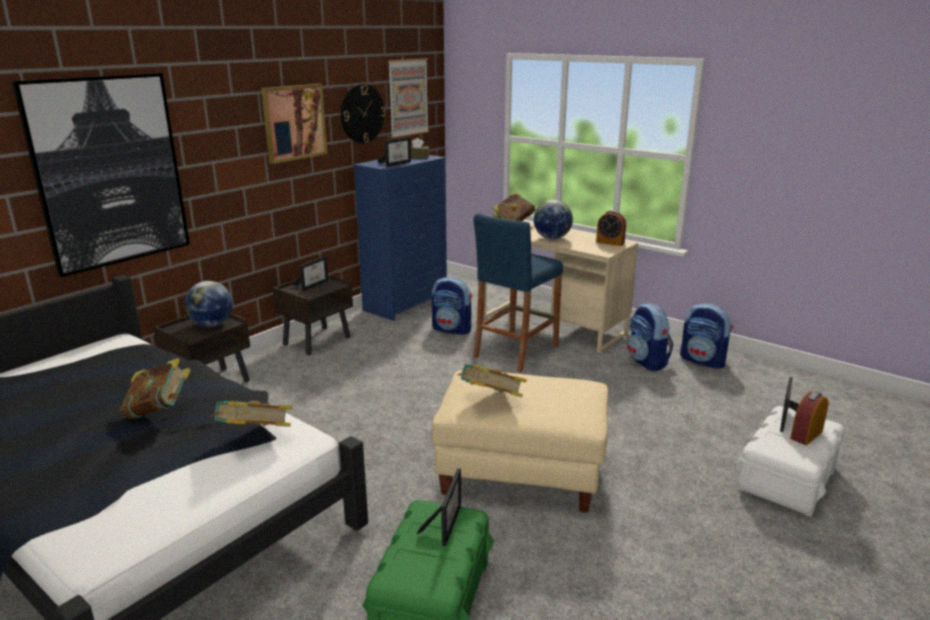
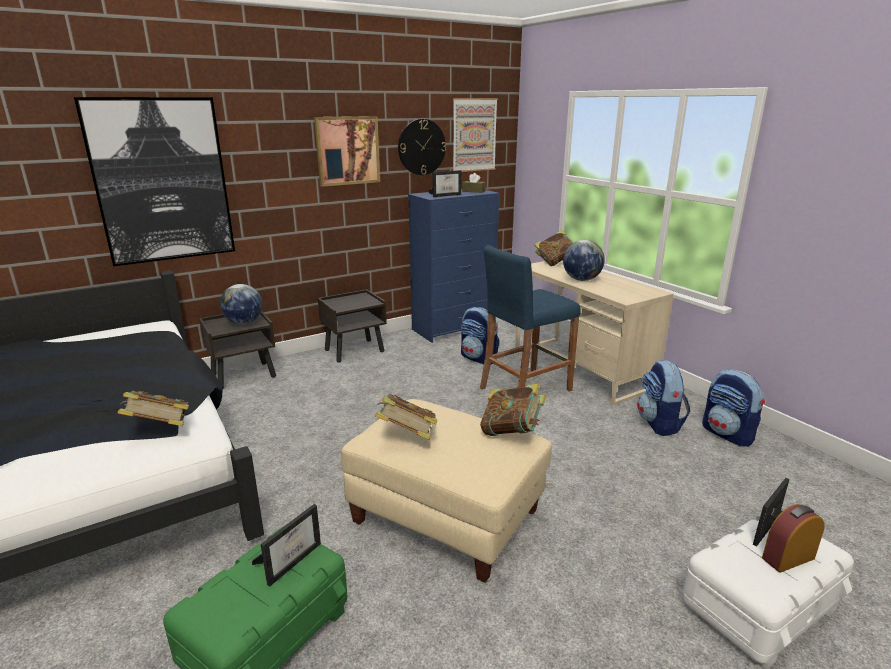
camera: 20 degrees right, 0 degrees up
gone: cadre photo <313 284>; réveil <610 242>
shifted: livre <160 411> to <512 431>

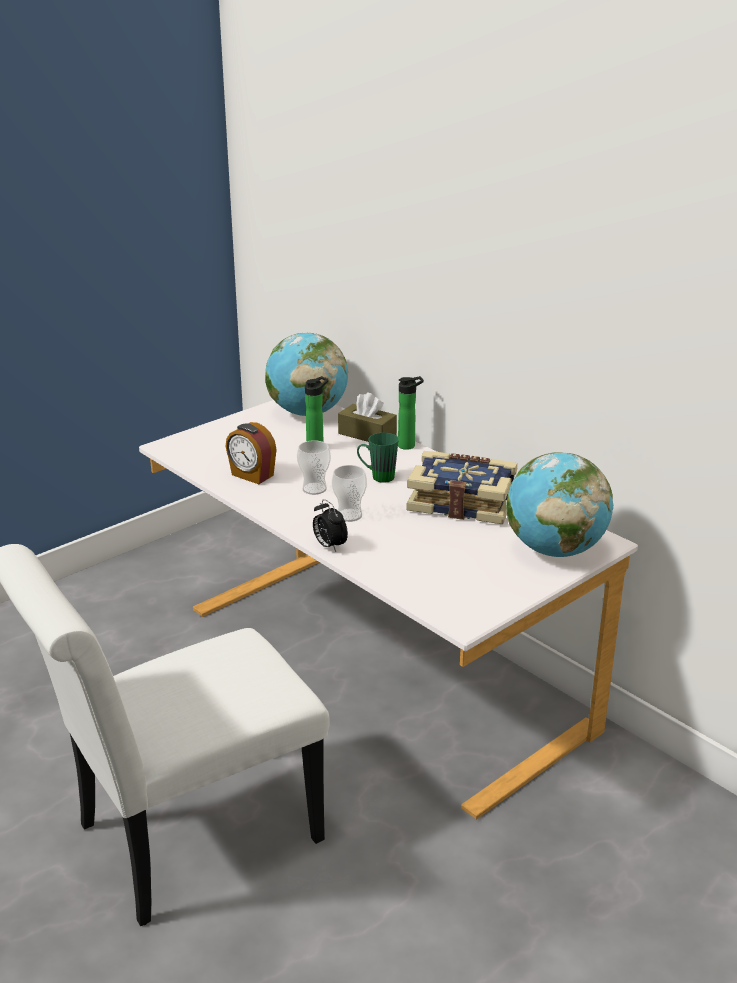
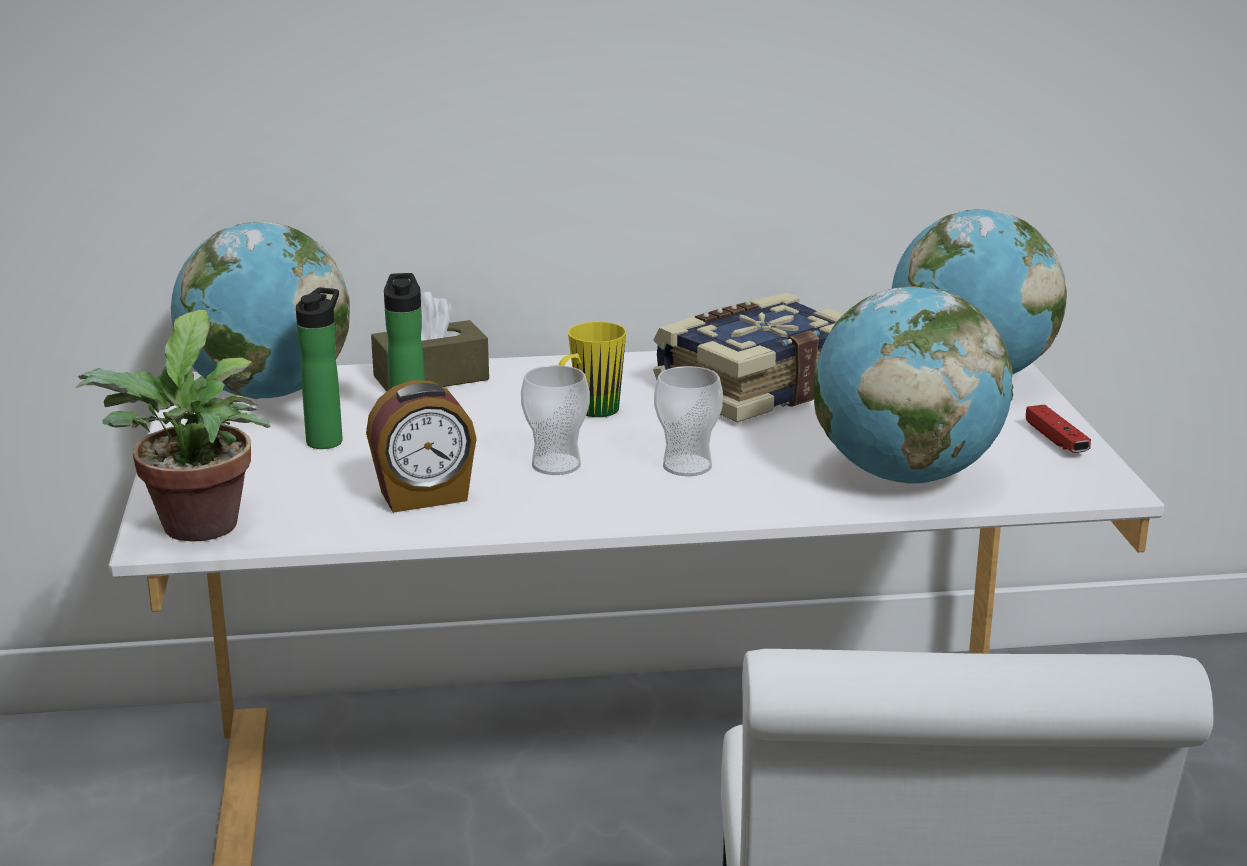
camera: 55 degrees left, 5 degrees down
gone: réveil <329 546>
new: plante en pot <195 530>; globe <905 475>; manette [rouge] <1056 440>
shifted: bouteille <409 445> to <327 440>
repainted: mug [vert] <377 477> to mug [jaune] <589 412>

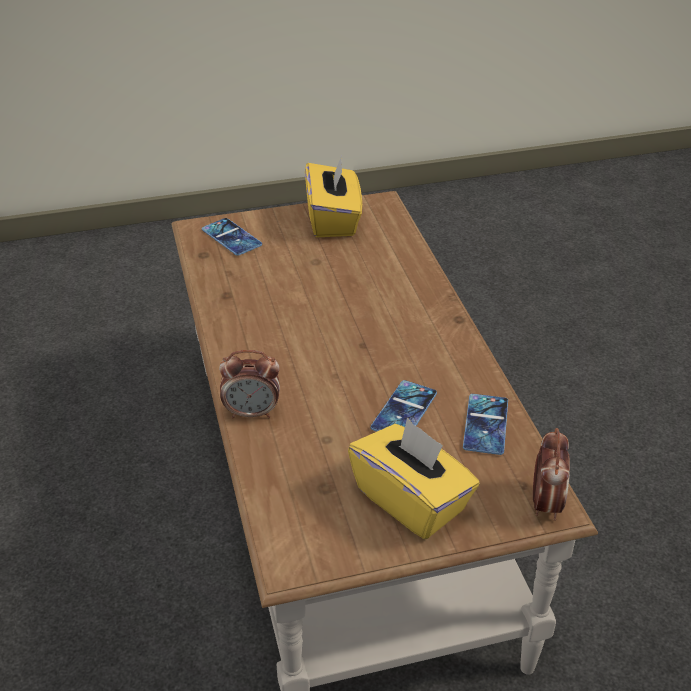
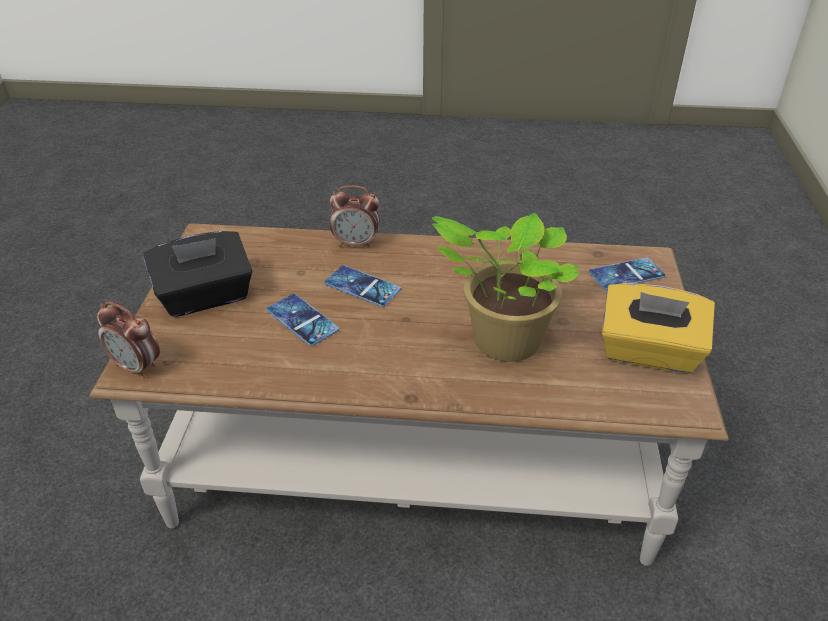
camera: 110 degrees right, 0 degrees up
new: plante en pot <501 342>
shifted: téléphone <485 424> to <362 286>
repainted: boîte à mouchoirs [jaune] <411 500> to boîte à mouchoirs [noir] <205 297>
rotated: réveil <252 412> = <356 244> 105 degrees counterclockwise

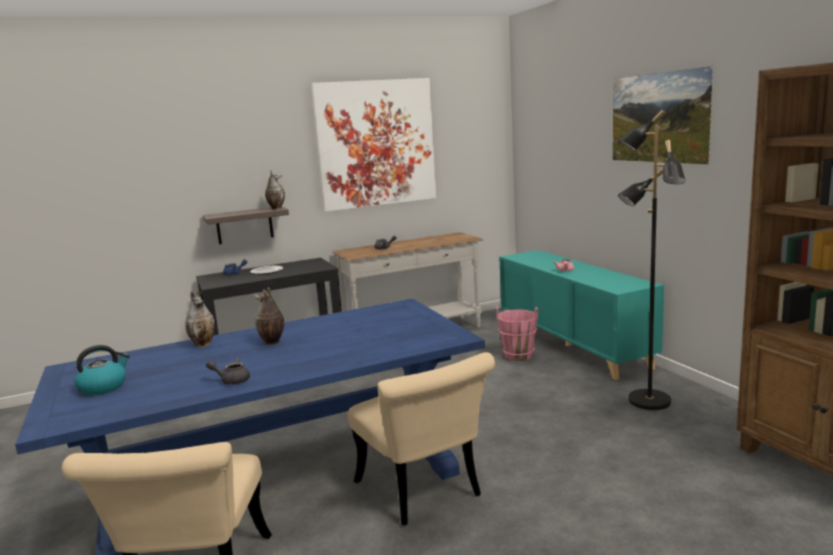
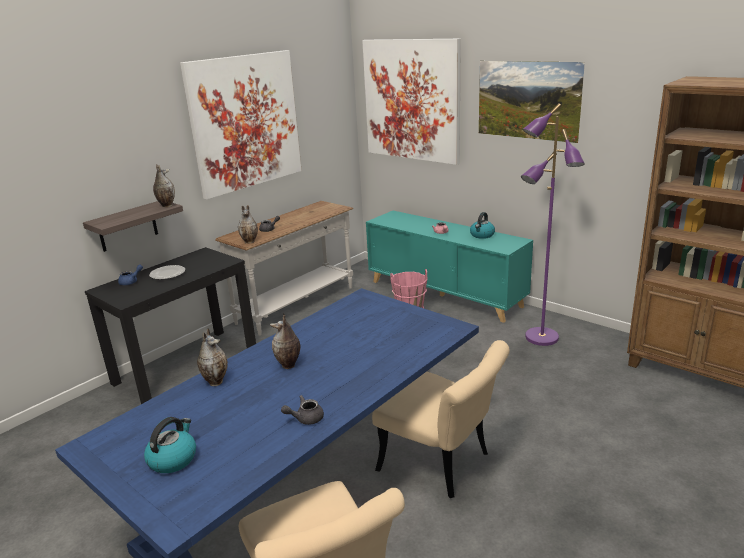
camera: 25 degrees left, 10 degrees up
new: vase <250 241>; tableau <411 100>; bouilloire <482 235>
repainted: lampadaire [noir] <648 401> to lampadaire [violet] <541 338>

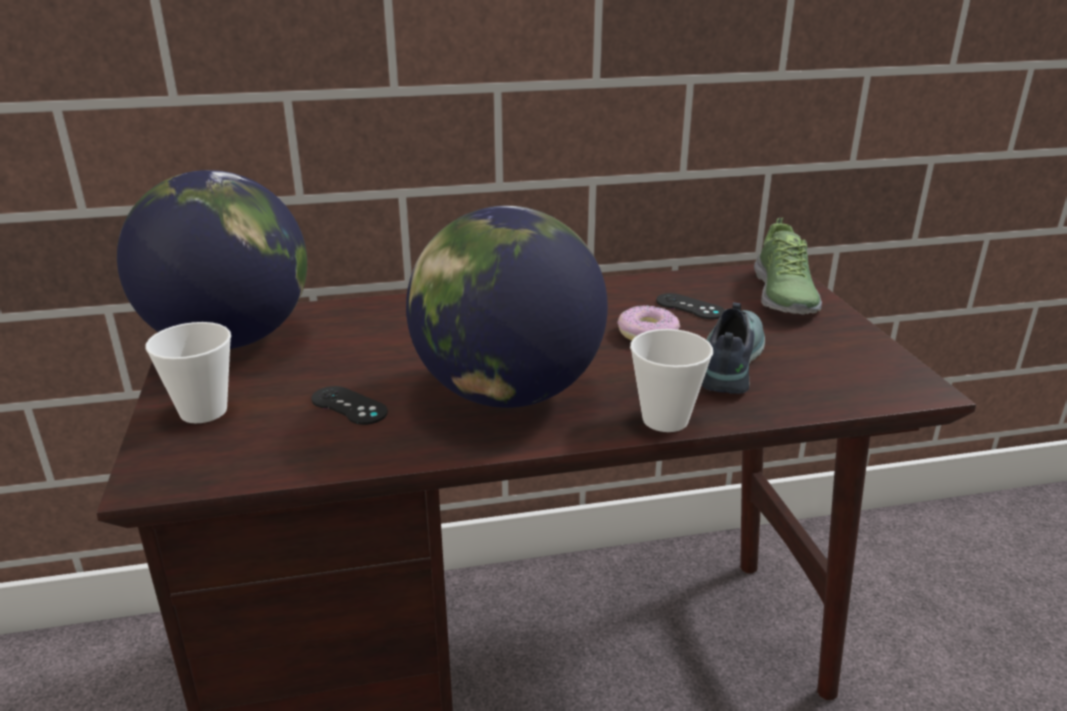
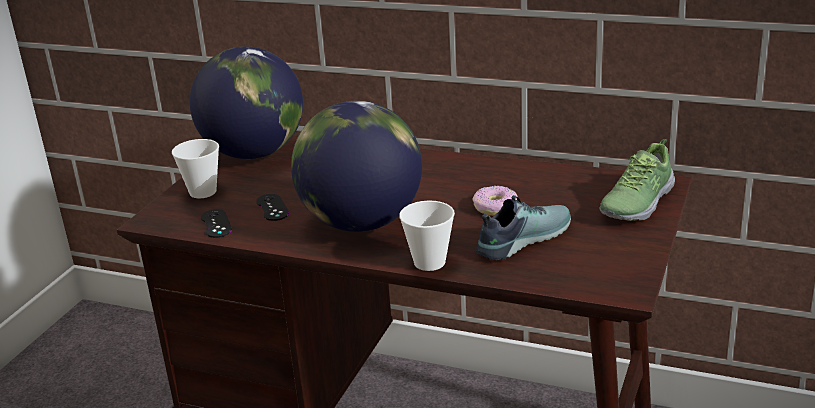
camera: 35 degrees right, 0 degrees up
shifted: manette [noir] <690 307> to <216 224>

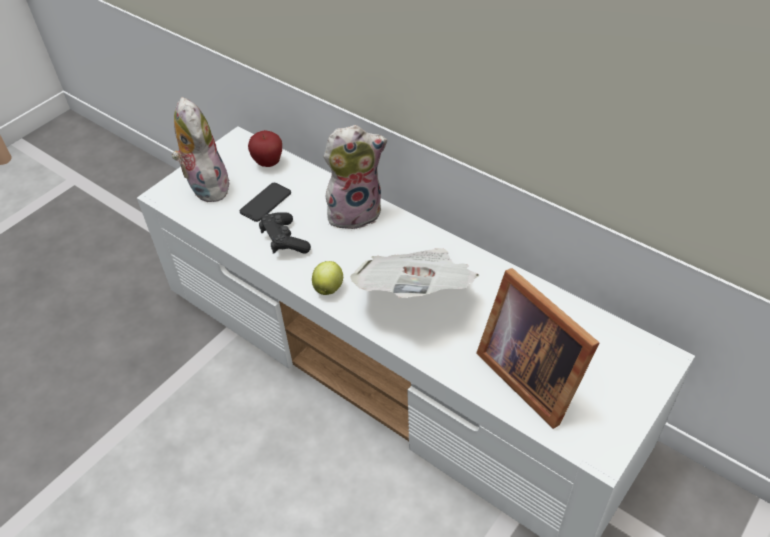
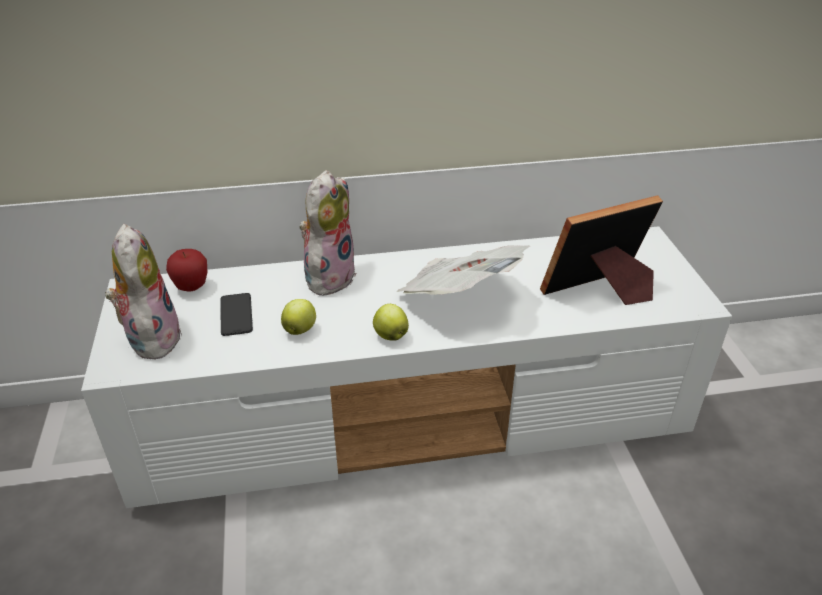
camera: 50 degrees left, 10 degrees down
swapped: manette [noir] <284 241> to pomme <300 329>
rotated: peluche <205 186> = <151 337> 60 degrees clockwise; cadre photo <530 373> = <600 291> 150 degrees clockwise

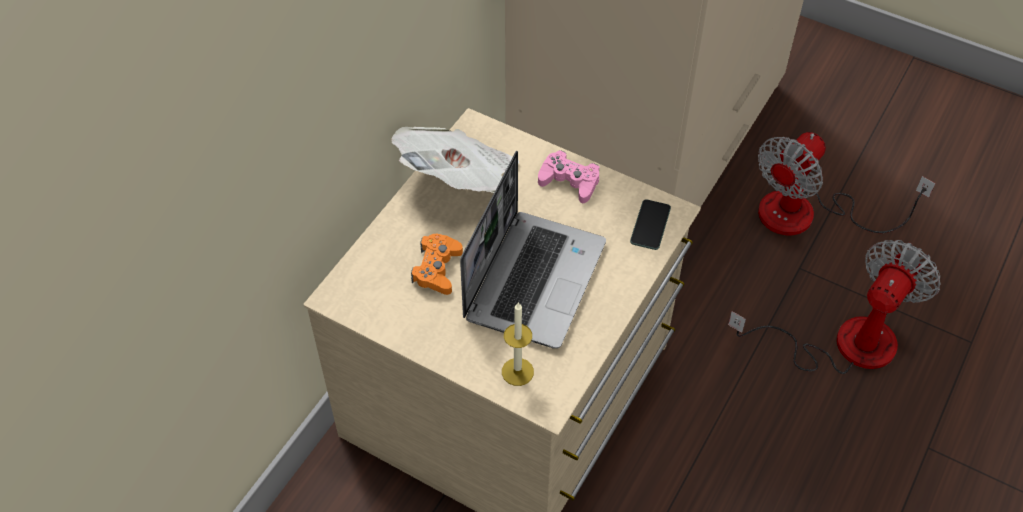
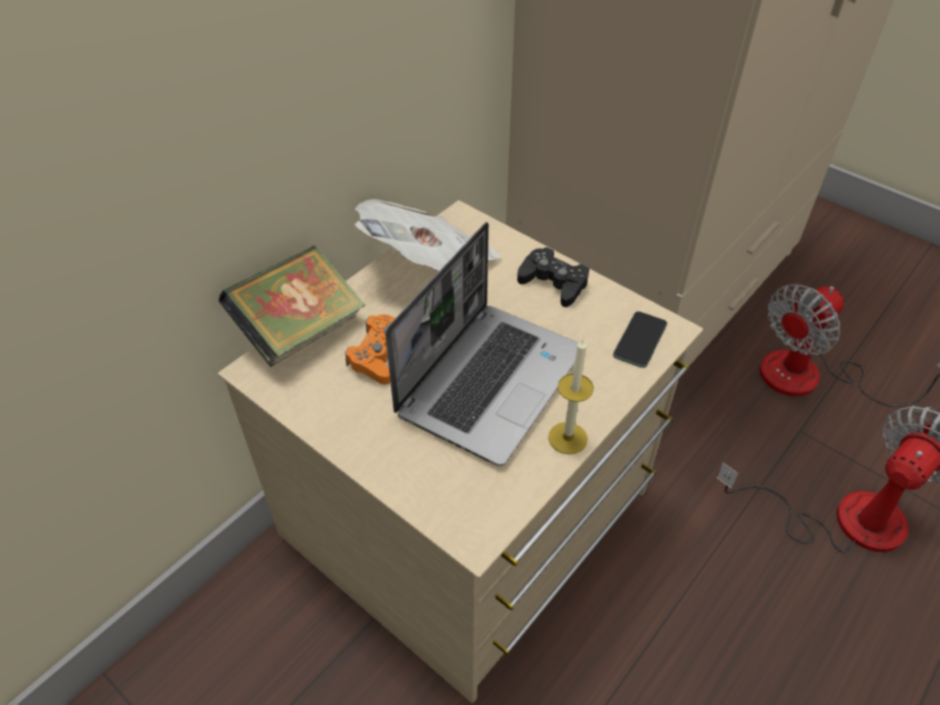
camera: 10 degrees right, 5 degrees down
new: livre <300 331>
shifted: bougie <517 371> to <567 438>
repainted: manette [rose] <569 181> to manette [noir] <553 283>

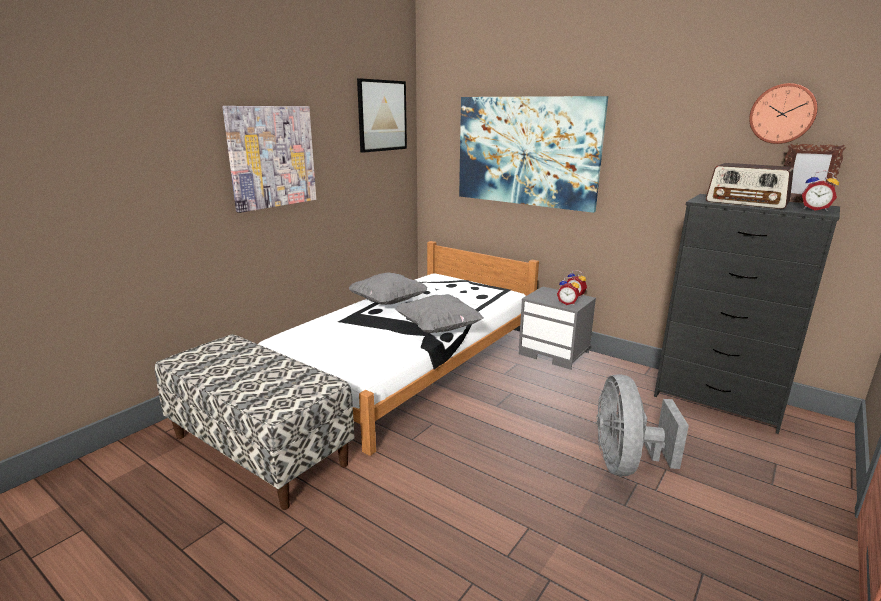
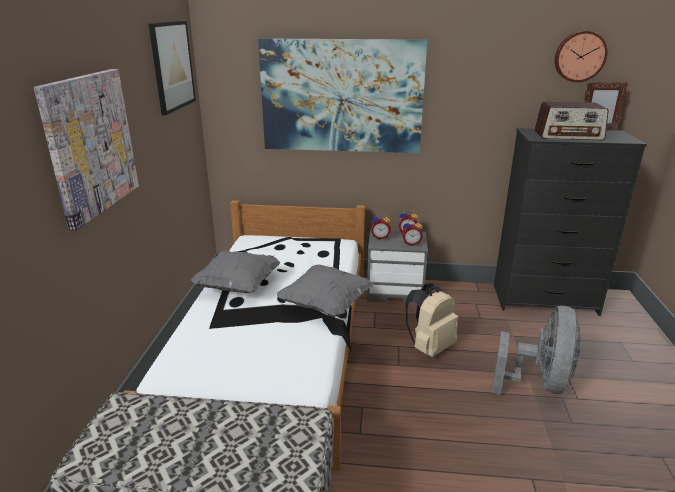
camera: 30 degrees left, 5 degrees up
new: sac à dos [beige] <429 347>
shifted: réveil <815 209> to <380 237>
rotated: ventilateur [gris] <625 463> = <539 383> 135 degrees counterclockwise

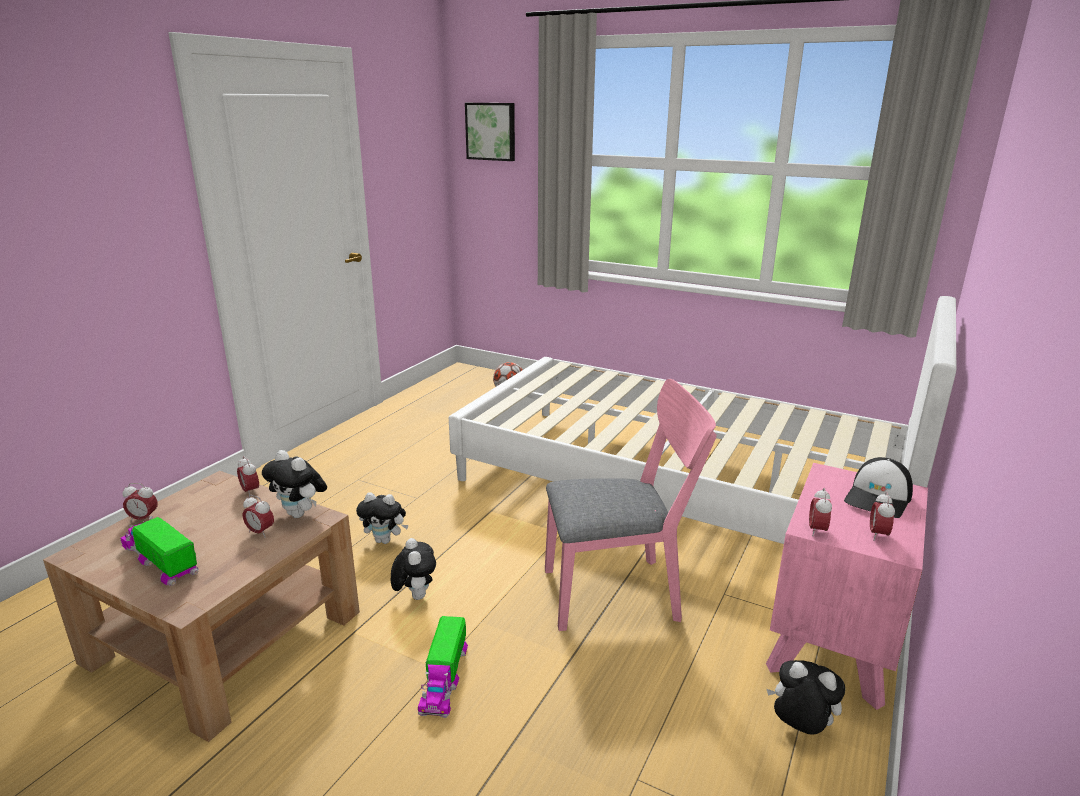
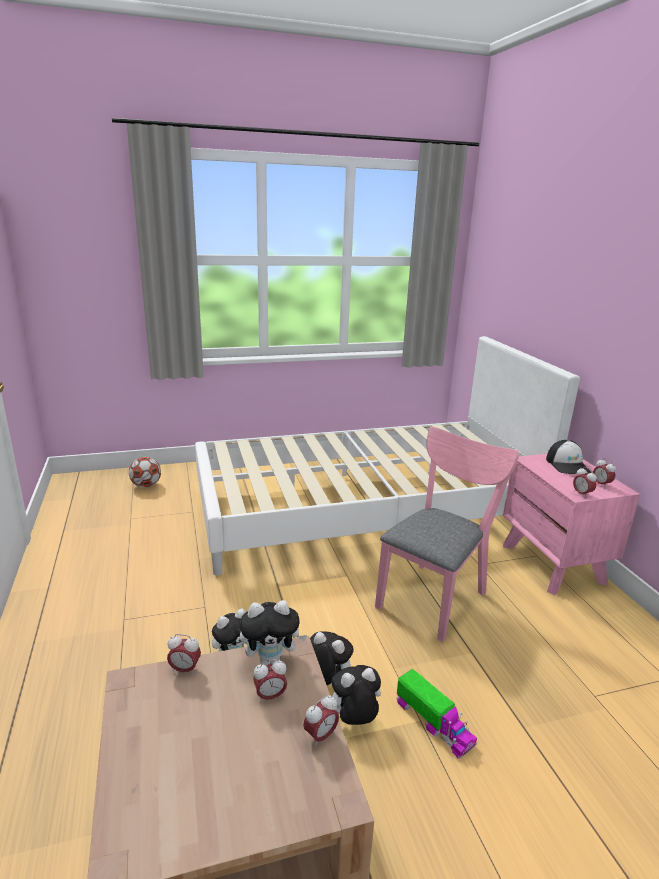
camera: 45 degrees left, 0 degrees up
gone: camion jouet <161 561>; tableau <491 131>
shifted: réveil <143 519> to <320 736>; peluche <799 728> to <354 720>

